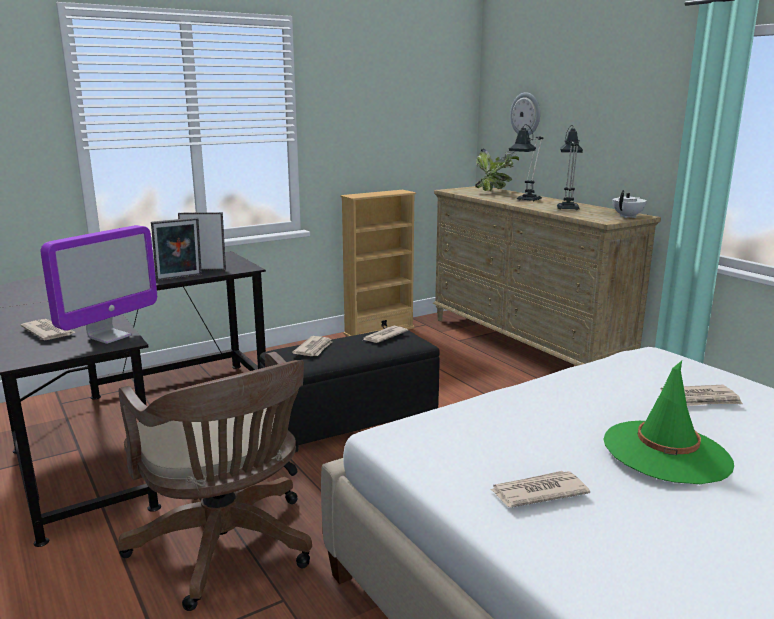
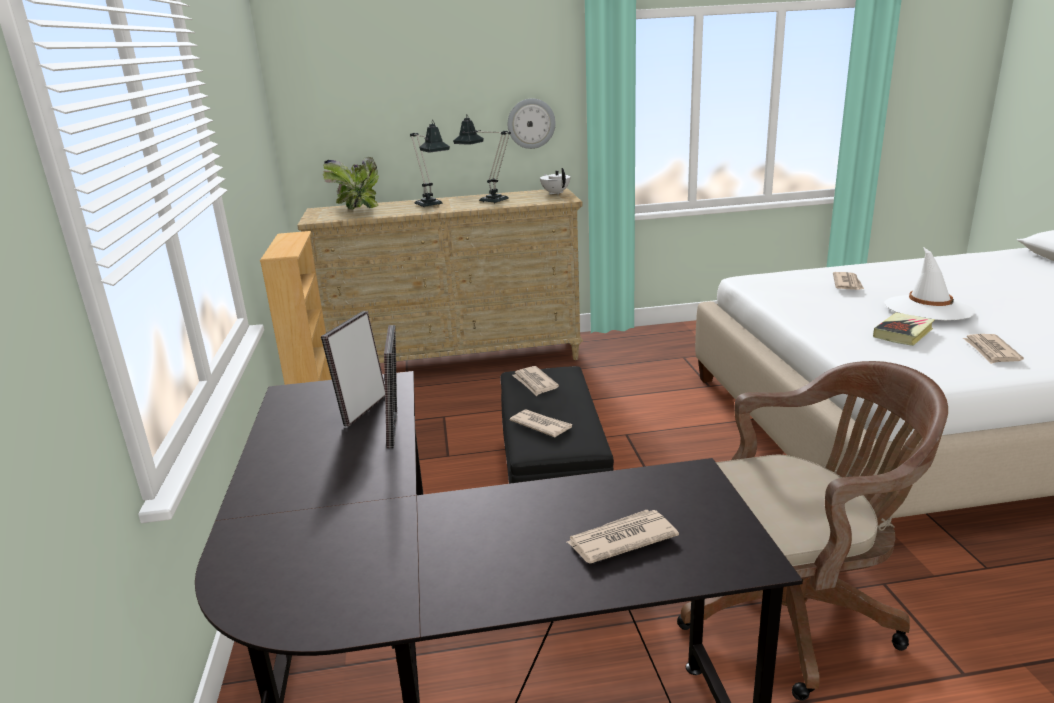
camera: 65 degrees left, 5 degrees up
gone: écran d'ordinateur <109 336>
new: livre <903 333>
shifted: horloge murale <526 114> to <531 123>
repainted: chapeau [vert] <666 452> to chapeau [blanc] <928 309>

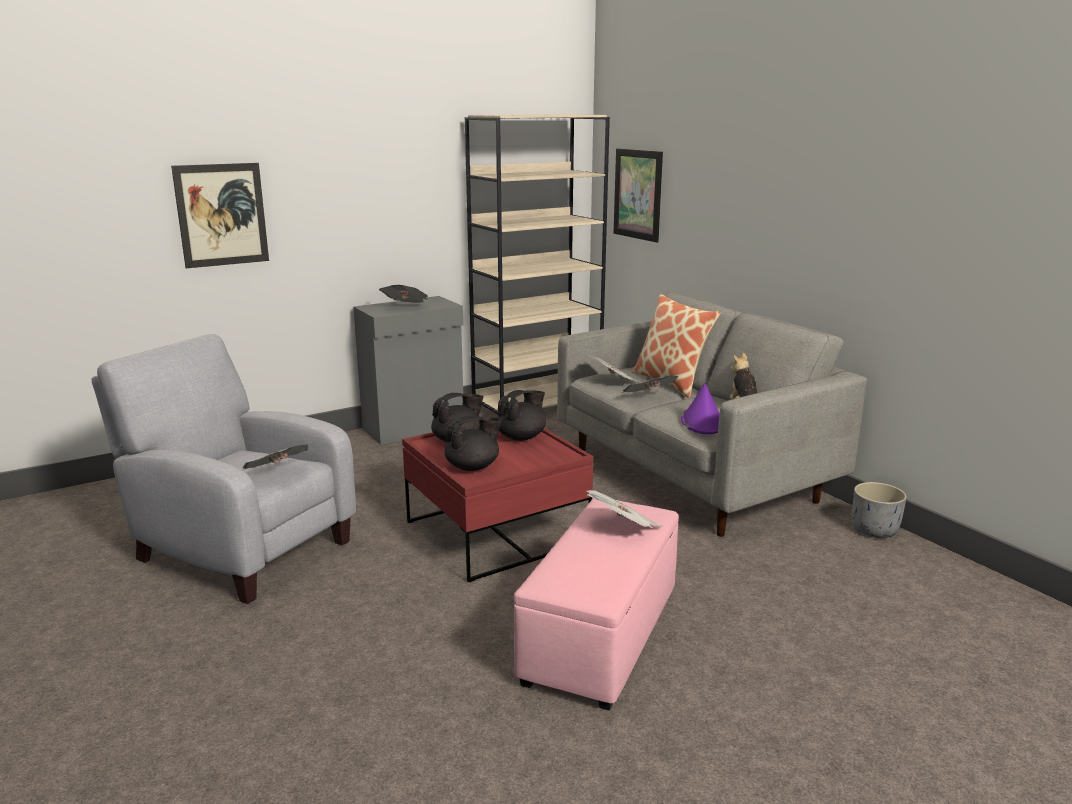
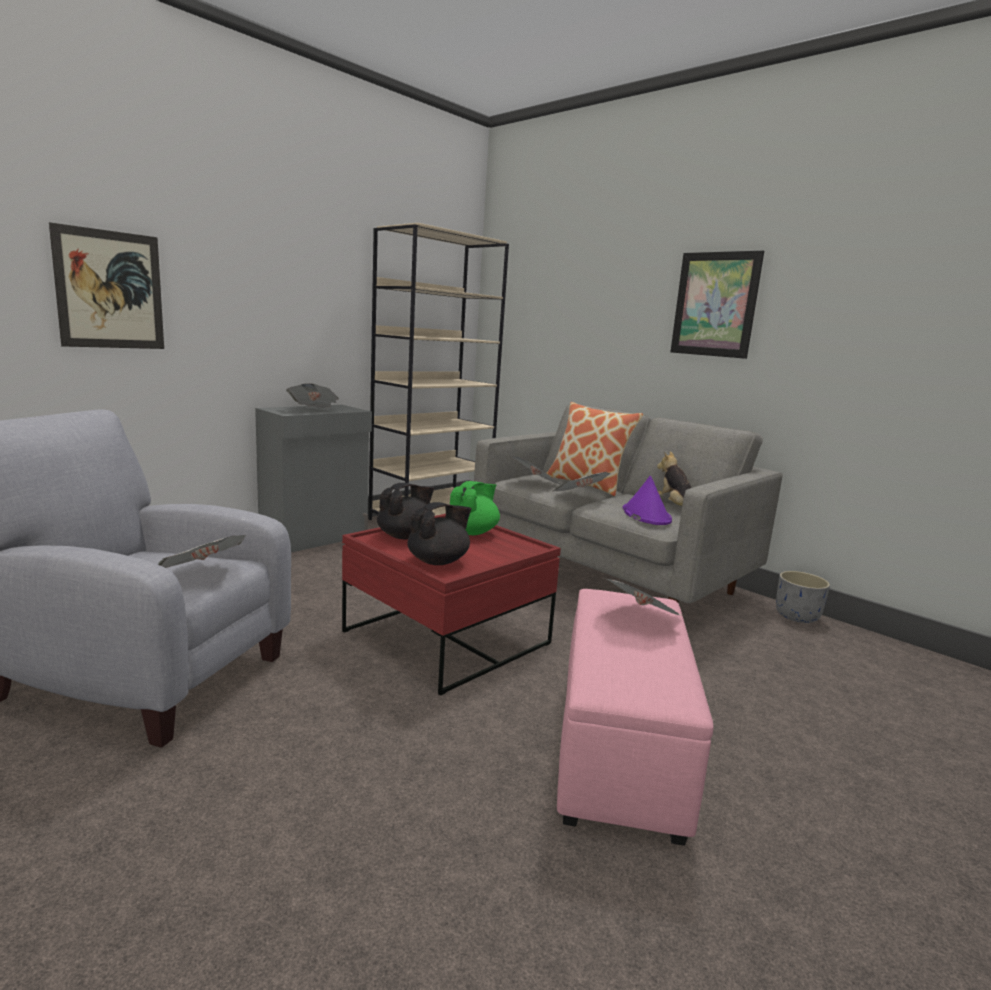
camera: 15 degrees left, 5 degrees down
shifted: tableau <638 194> to <715 304>
repainted: théière [noir] <521 437> to théière [vert] <472 532>

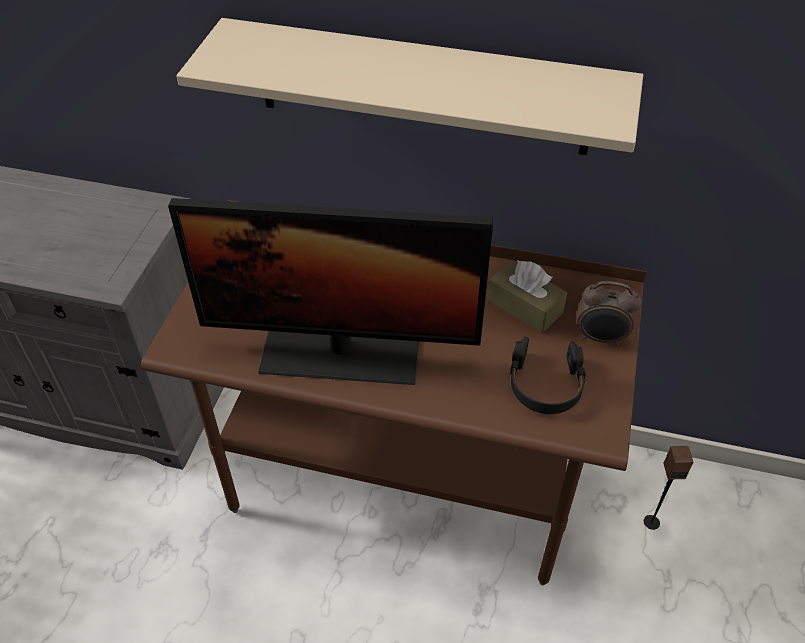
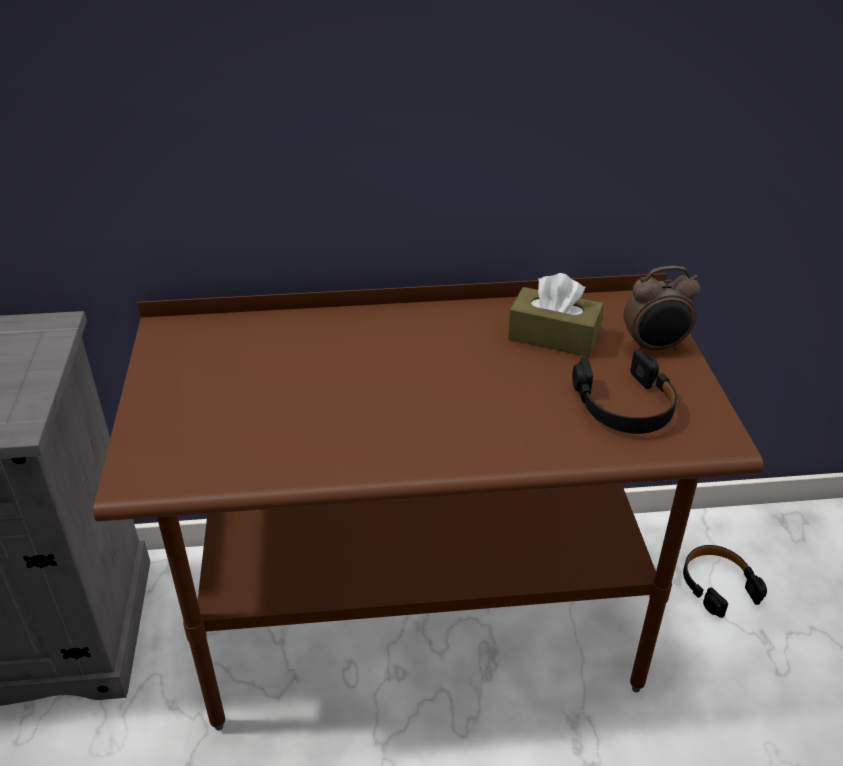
camera: 20 degrees left, 10 degrees down
gone: écran d'ordinateur <341 352>; étagère [beige] <422 88>
swapped: enceinte <651 522> to casque audio [noir] <717 585>

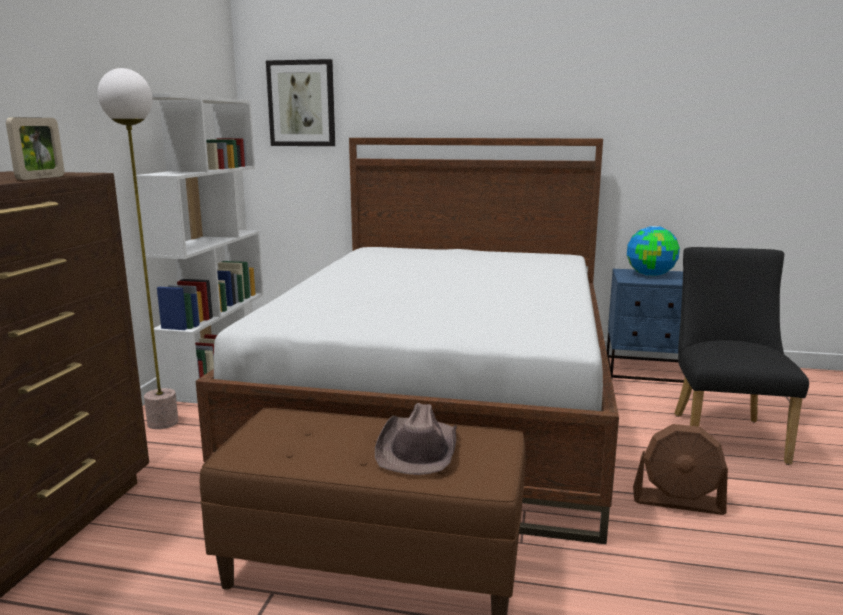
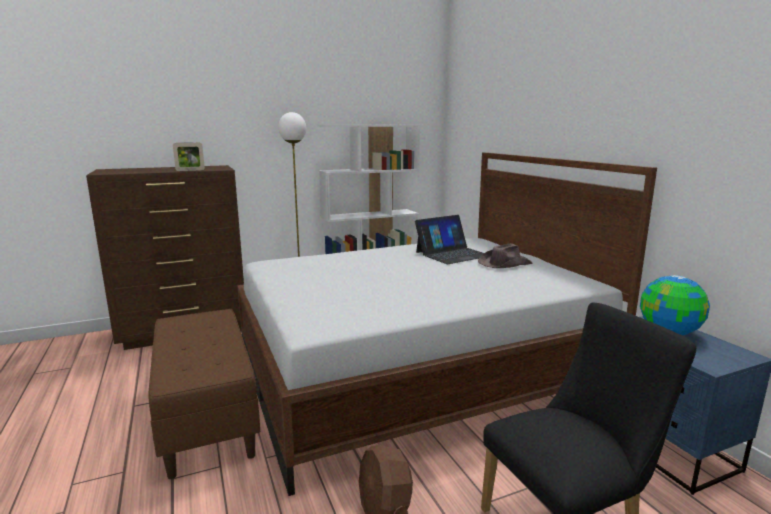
camera: 55 degrees right, 0 degrees up
gone: tableau <301 103>
new: ordinateur portable <452 254>
shifted: chapeau [marron] <418 449> to <504 263>

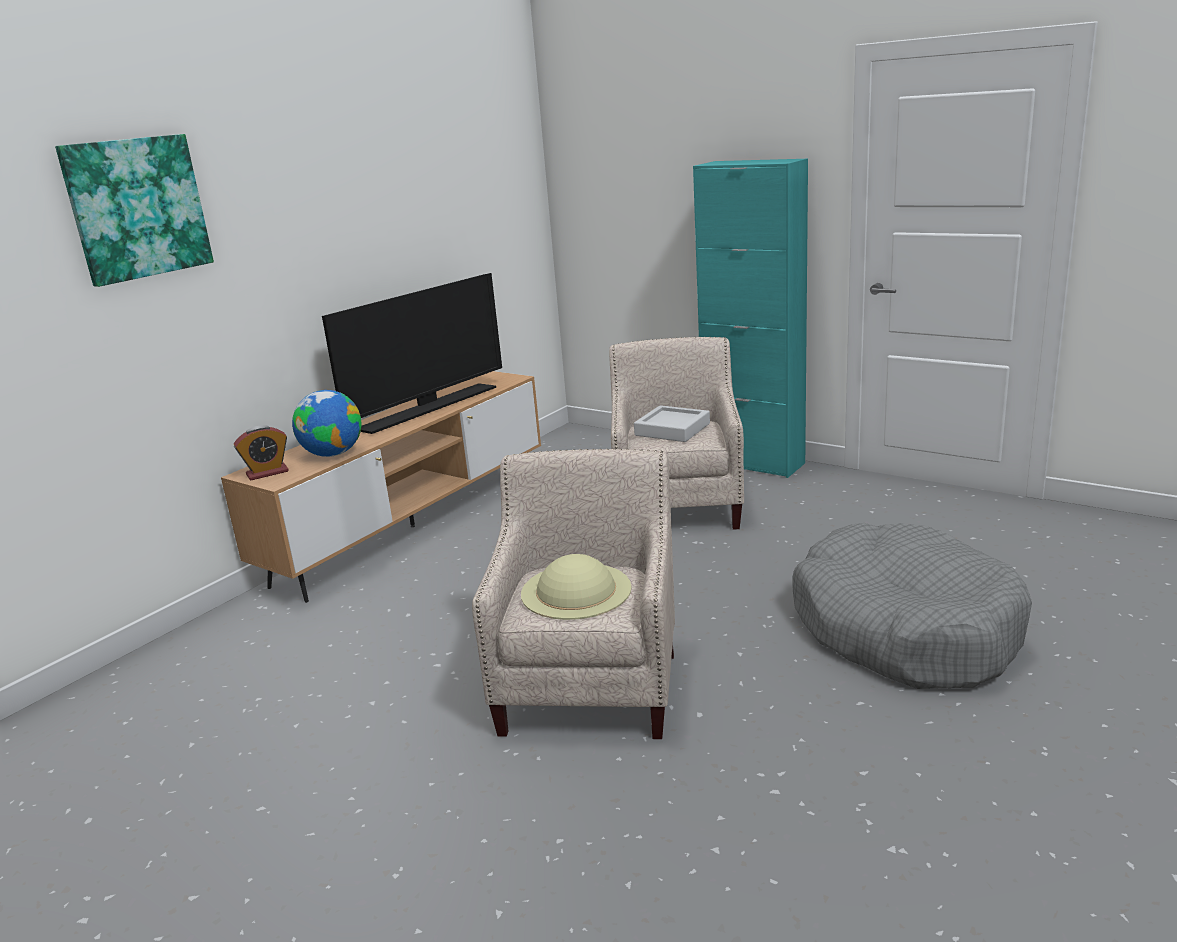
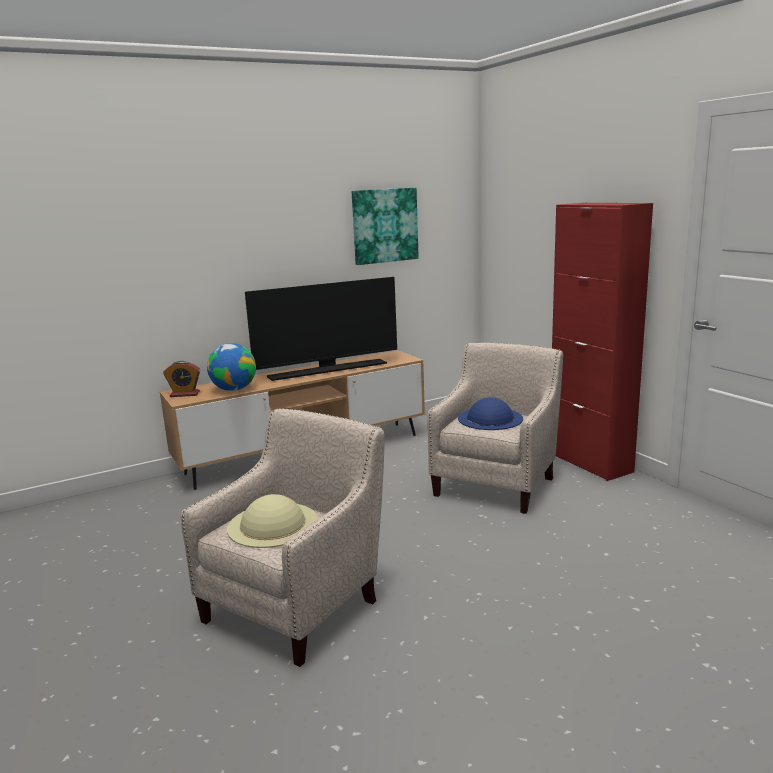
camera: 25 degrees right, 5 degrees down
gone: panier pour chien [gris] <904 629>
shifted: tableau <137 208> to <384 225>
swapped: plateau [gris] <672 429> to chapeau [bleu] <490 418>
repainted: meuble de rangement [turquoise] <753 463> to meuble de rangement [rouge] <589 462>

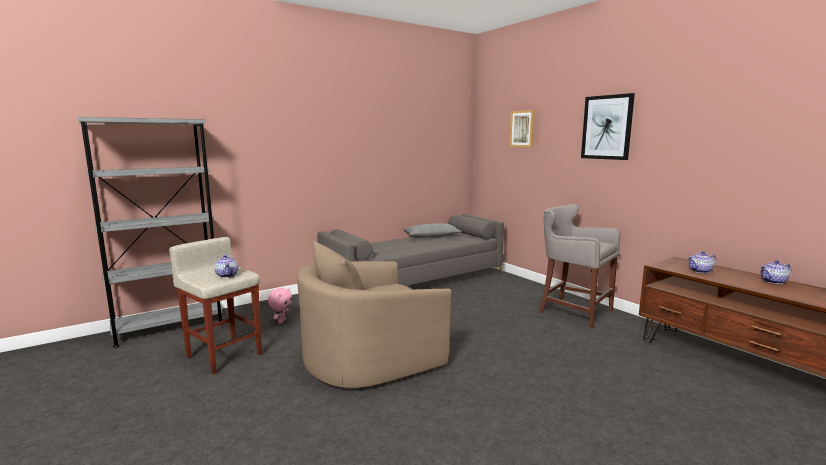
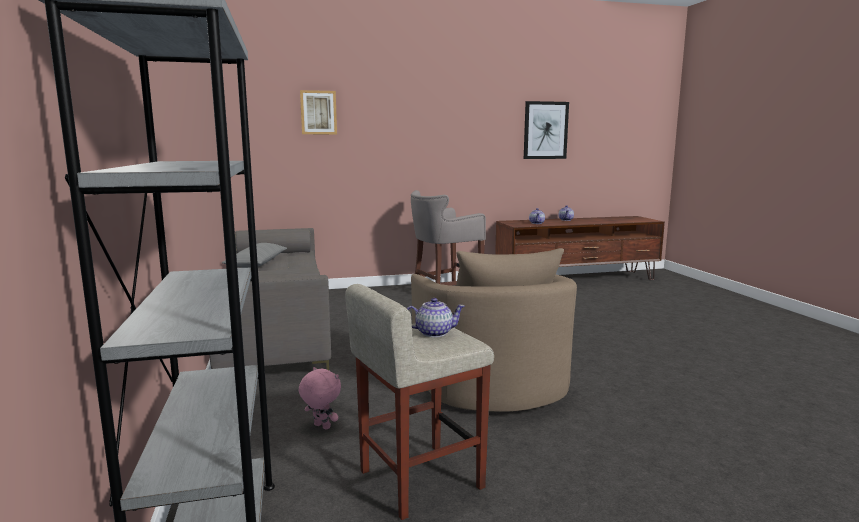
camera: 70 degrees left, 0 degrees up
shifted: tableau <607 127> to <545 130>

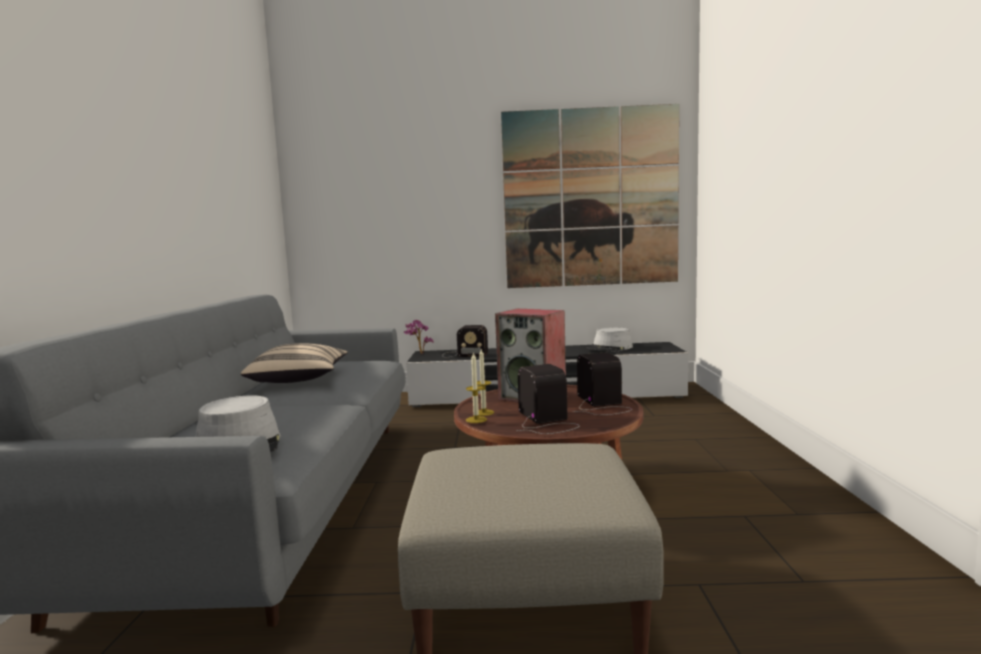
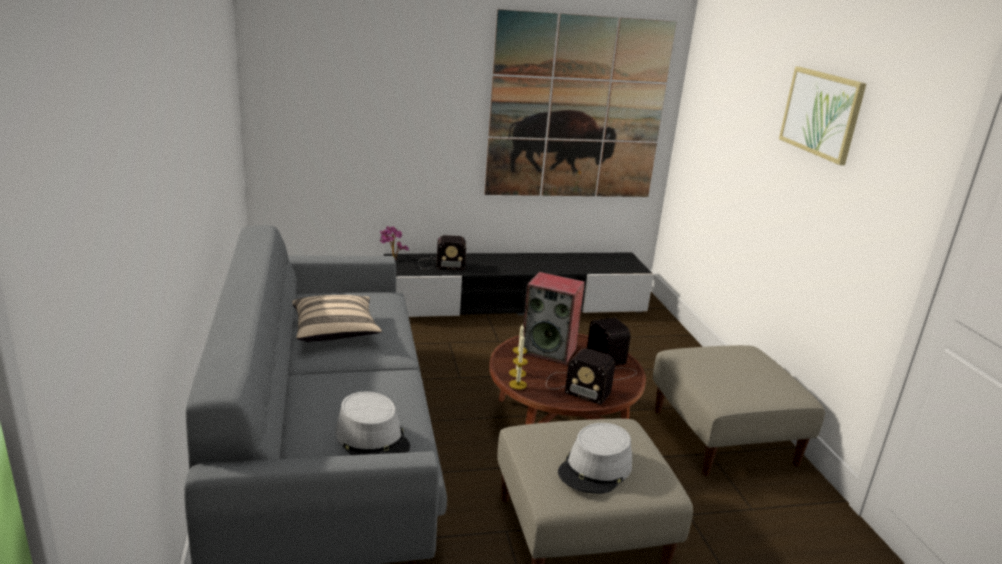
camera: 15 degrees left, 15 degrees up
new: pouf [beige] <724 437>; tableau <821 113>
shifted: chapeau [gris] <610 348> to <595 469>
rotated: radio <546 421> = <575 387> 150 degrees clockwise

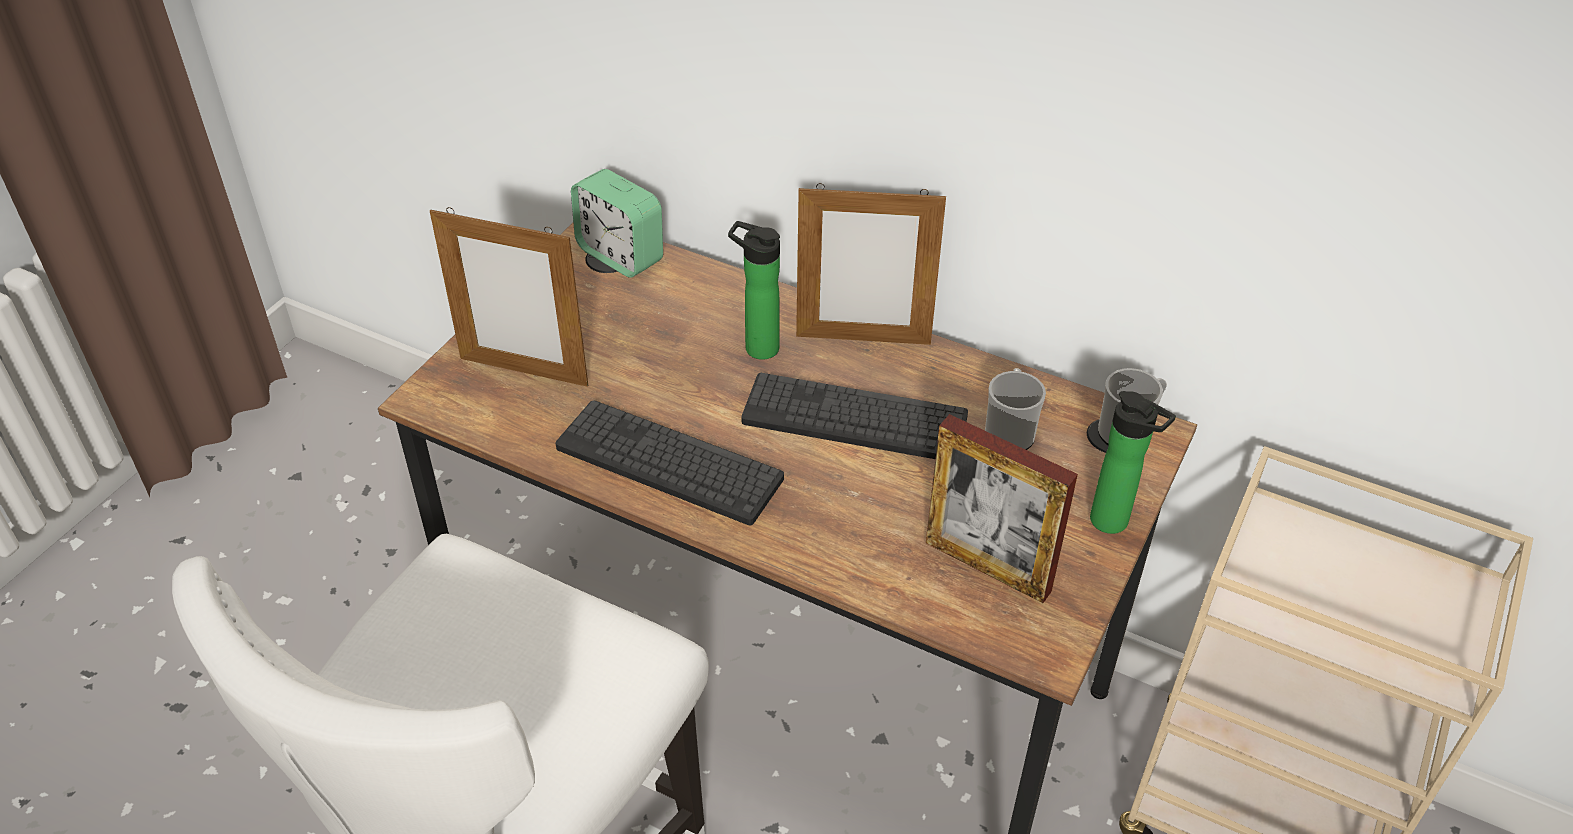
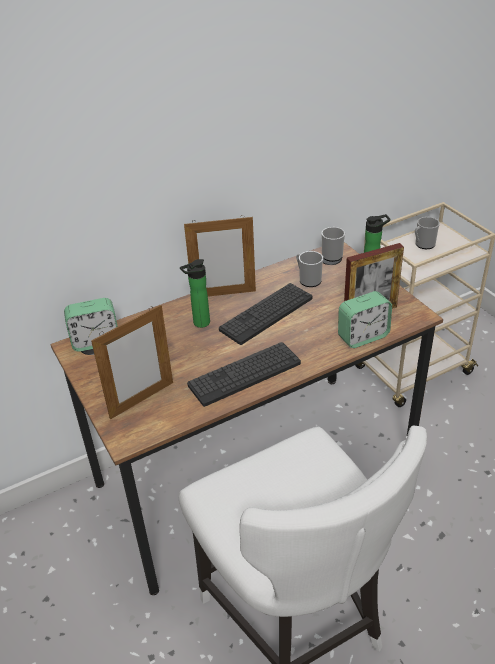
camera: 55 degrees left, 5 degrees down
new: réveil <363 336>; mug <423 244>
rotated: cadre photo <863 339> = <224 294> 45 degrees clockwise

